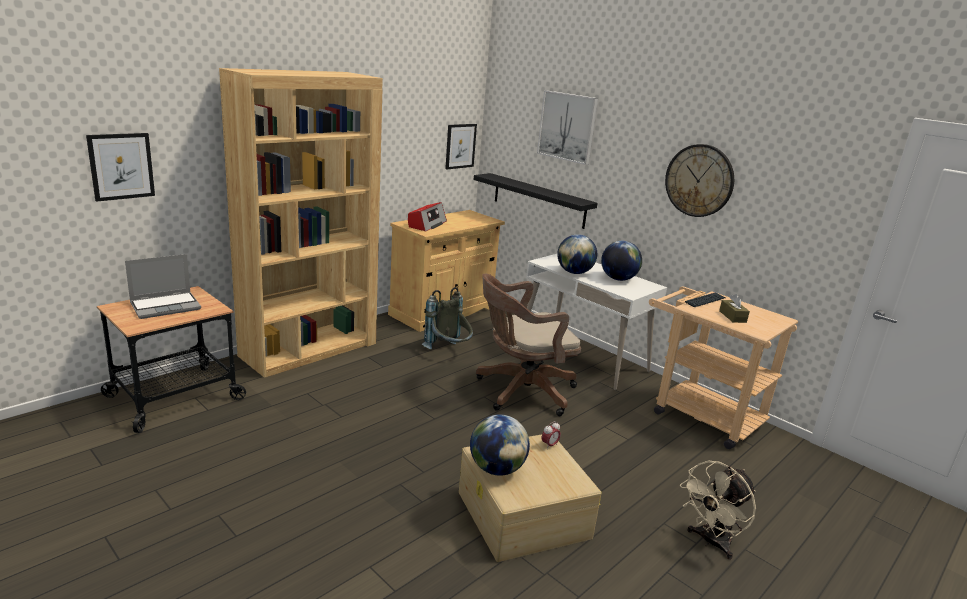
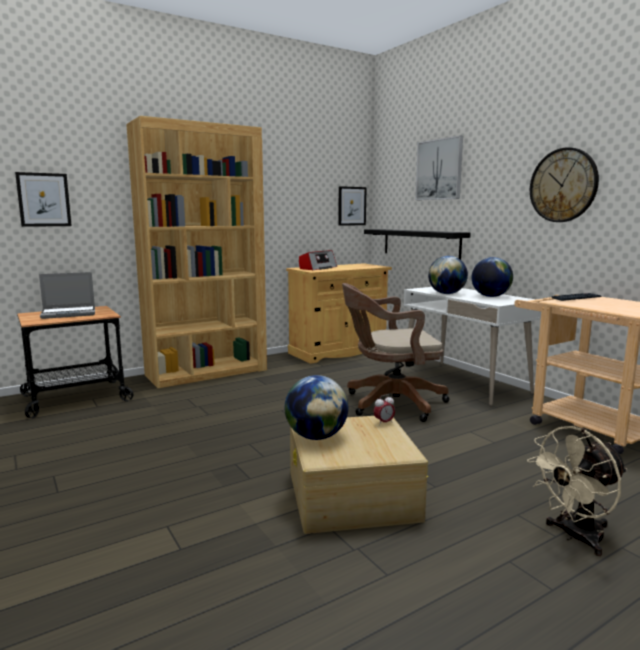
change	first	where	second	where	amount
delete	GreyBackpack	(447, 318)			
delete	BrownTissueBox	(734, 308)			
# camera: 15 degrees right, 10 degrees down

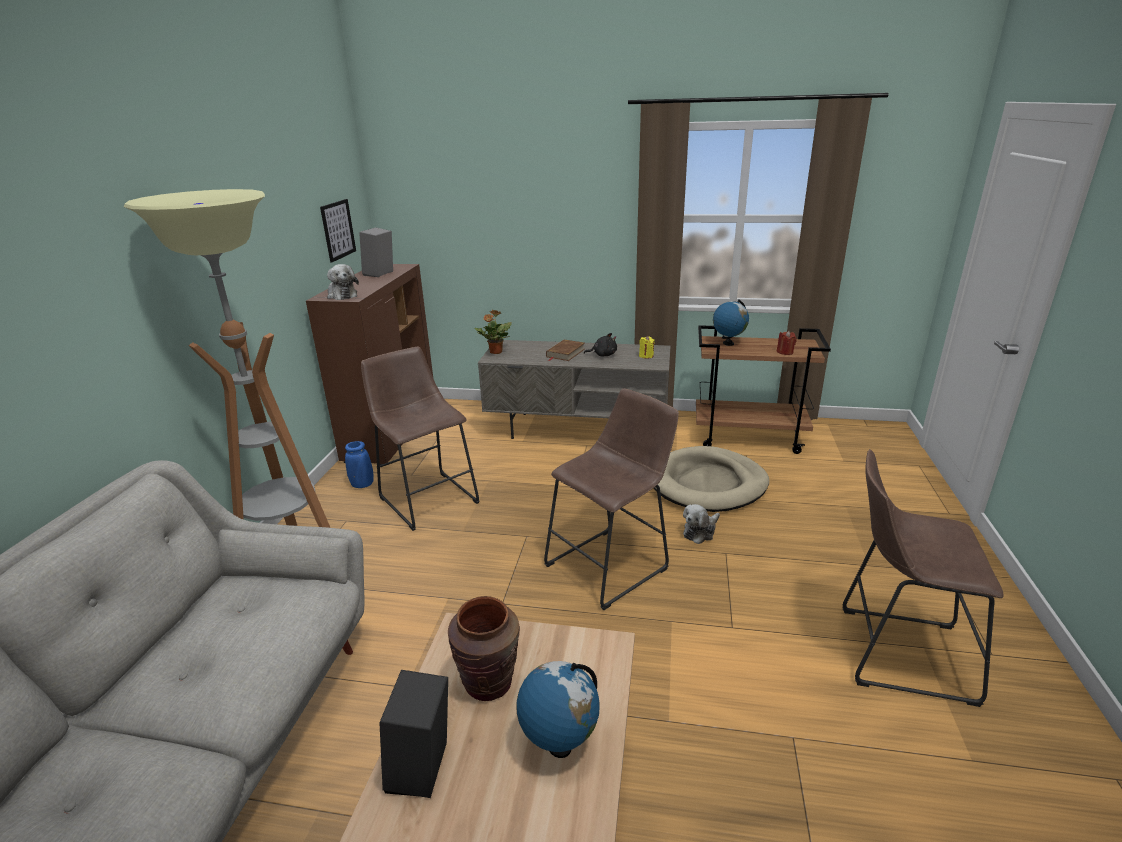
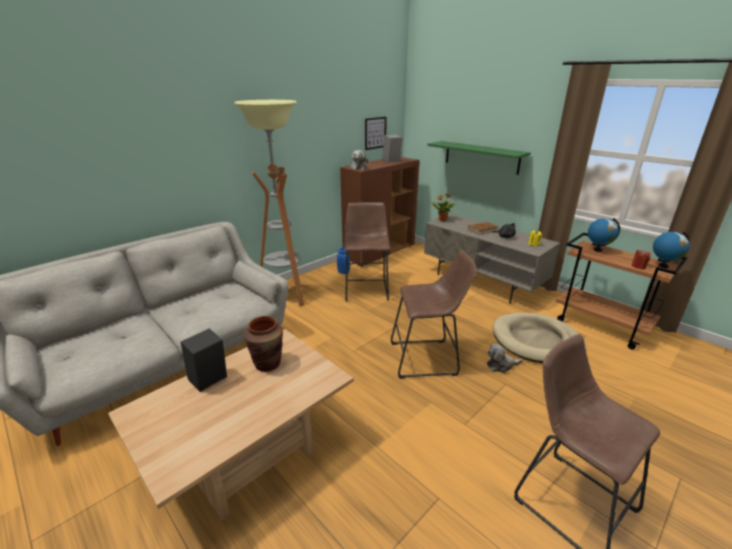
change	first	where	second	where	amount
insert			GreenShelf	(479, 158)	
move	Globe	(558, 709)		(671, 250)	
# camera: 35 degrees right, 0 degrees up

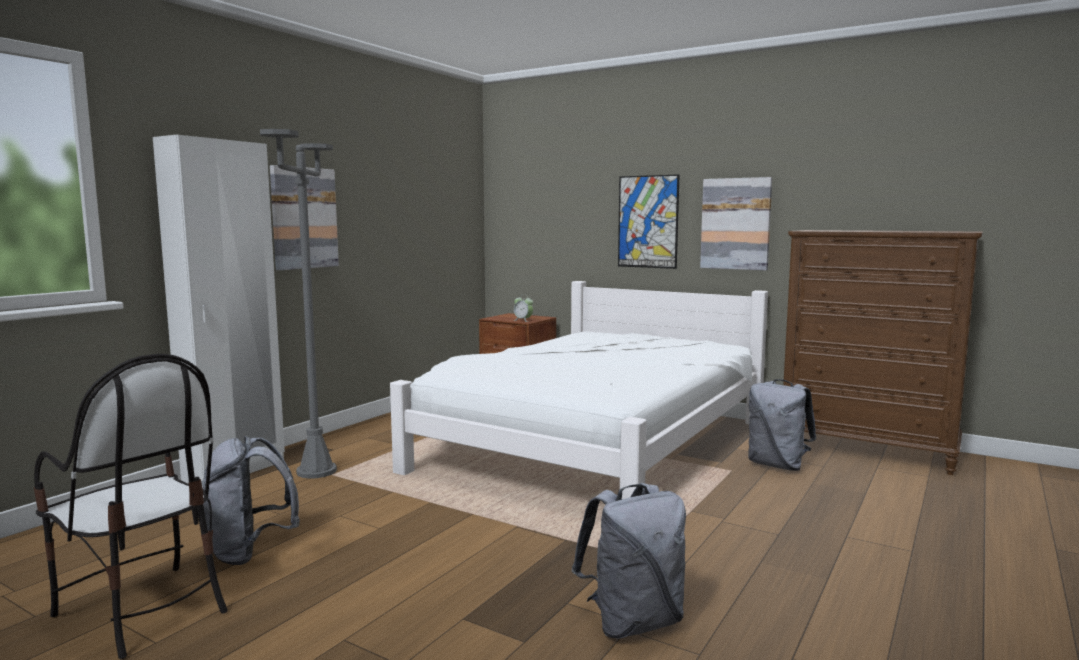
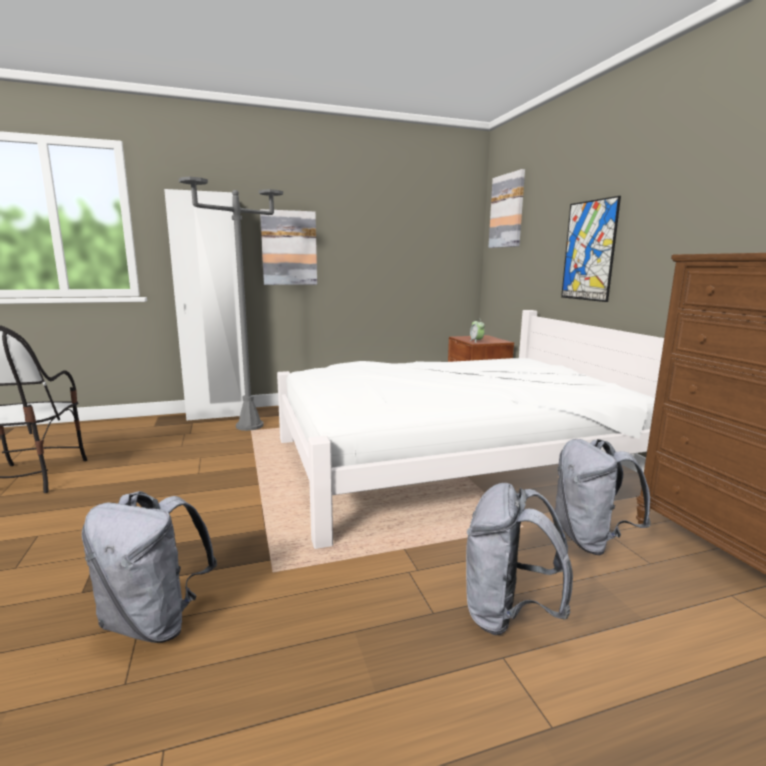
change	first	where	second	where	amount
move	GreyBackpack	(251, 500)		(519, 559)	
move	Picture	(736, 224)		(506, 208)	
# camera: 40 degrees right, 5 degrees up

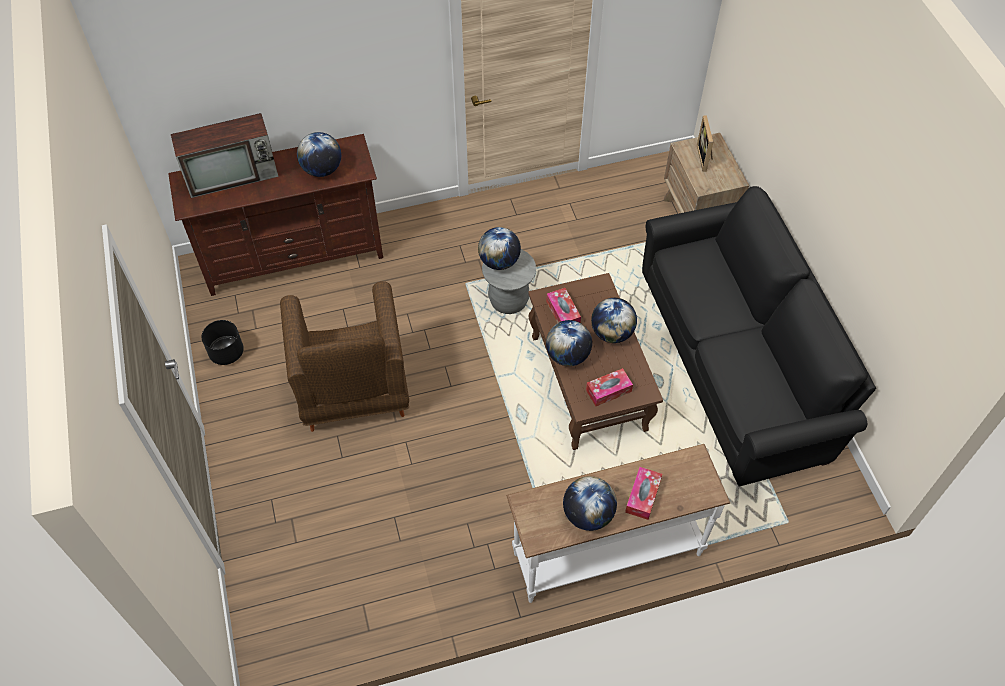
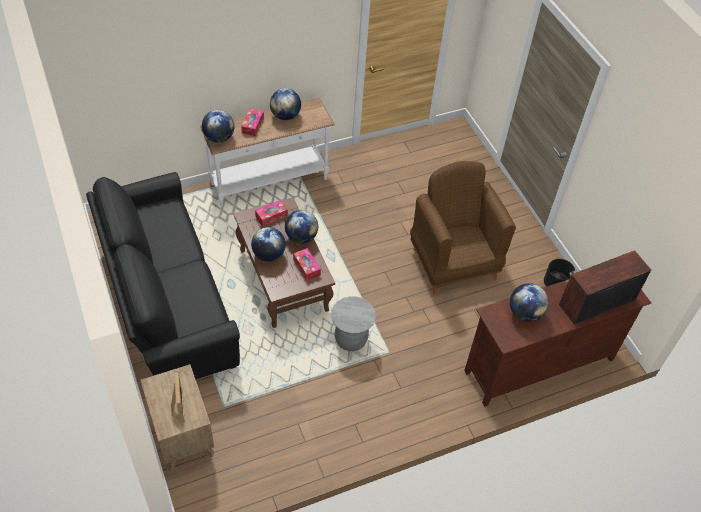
change	first	where	second	where	amount
move	Globe	(499, 248)		(218, 126)	
# camera: 170 degrees right, 5 degrees down

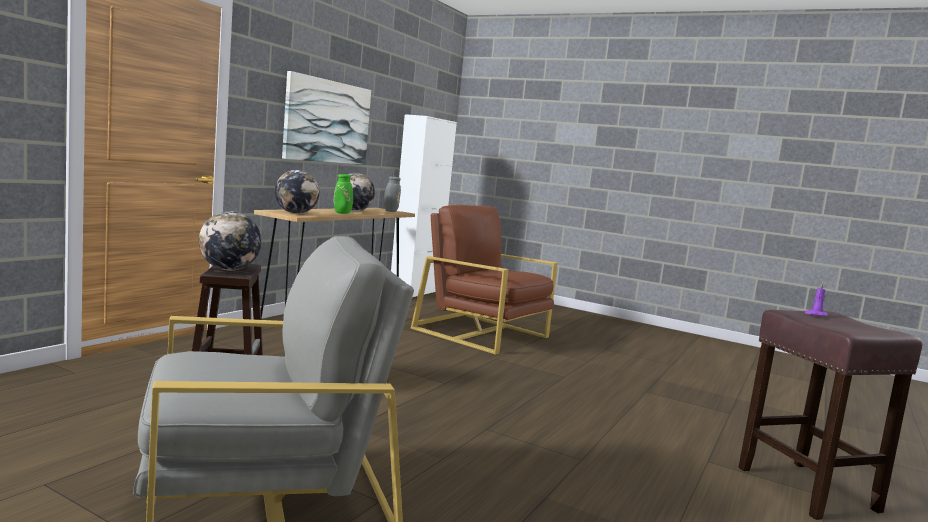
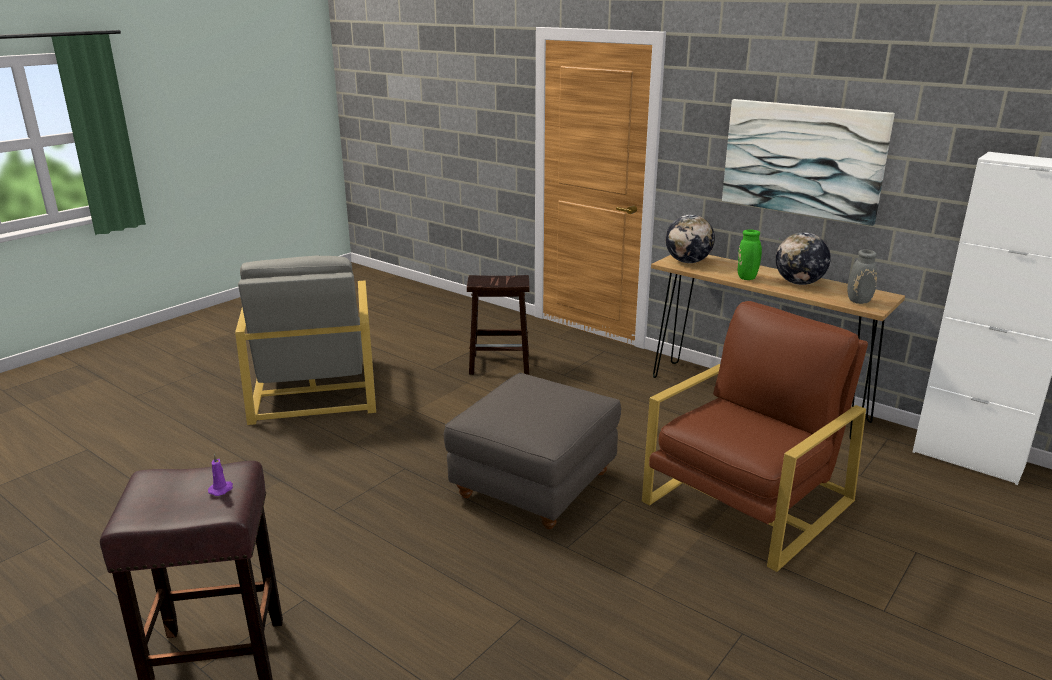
change	first	where	second	where	amount
delete	Globe	(230, 241)			
insert			GreyOttoman	(532, 451)	
# camera: 100 degrees right, 15 degrees up

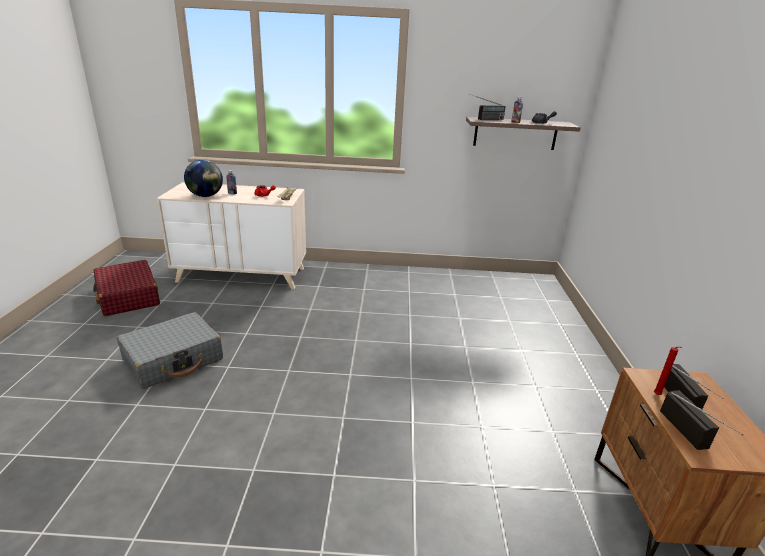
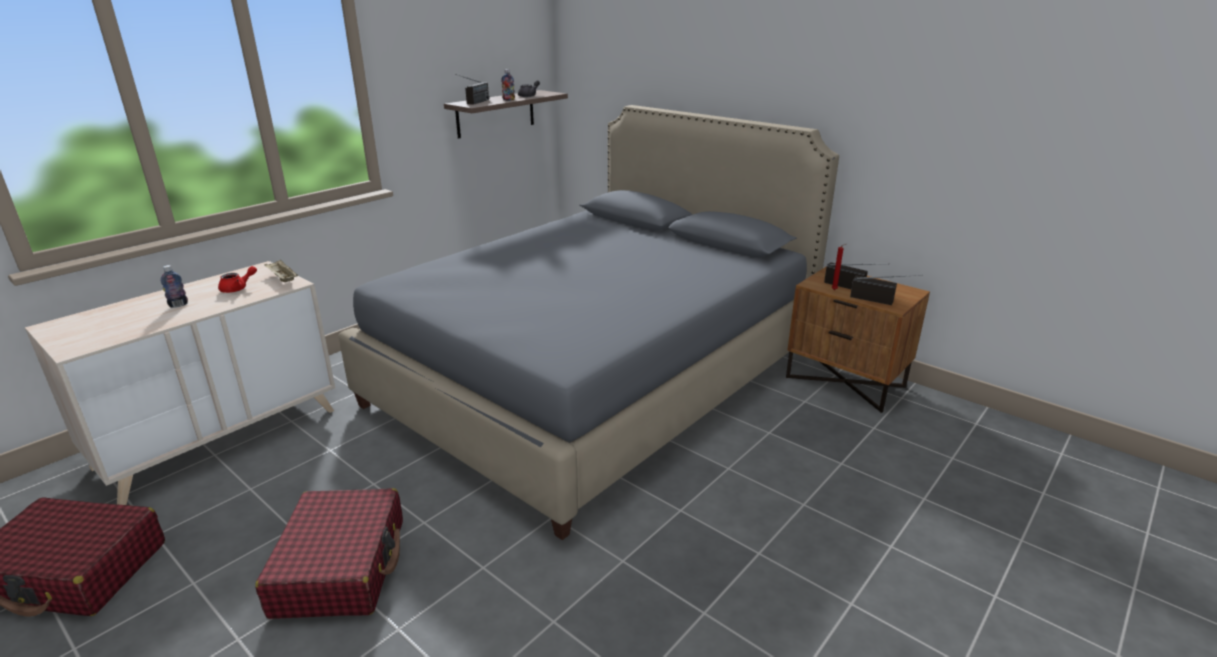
change	first	where	second	where	amount
delete	Globe	(203, 178)			
insert			GreyBed	(589, 322)	
recolor	GreySuitcase	(170, 350)	RedSuitcase	(329, 553)	
# camera: 50 degrees left, 0 degrees up

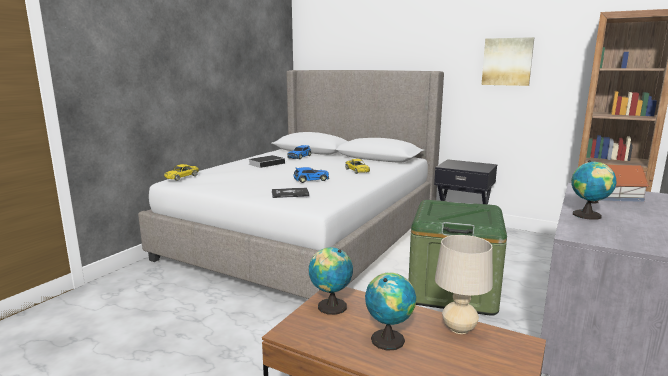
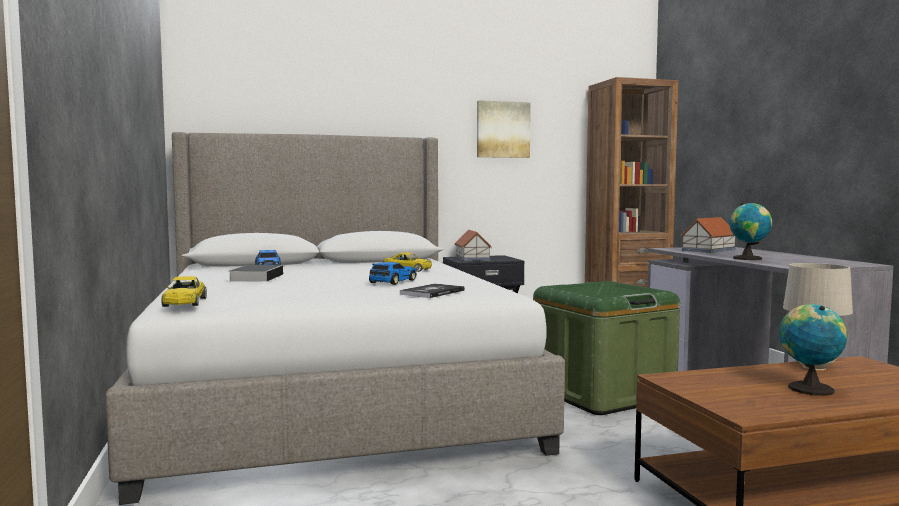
change	first	where	second	where	amount
delete	Globe	(331, 281)			
insert			ToyHouse	(473, 245)	
# camera: 45 degrees left, 10 degrees down

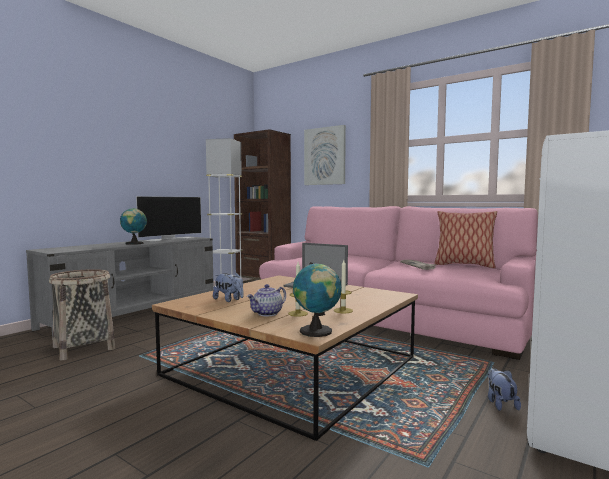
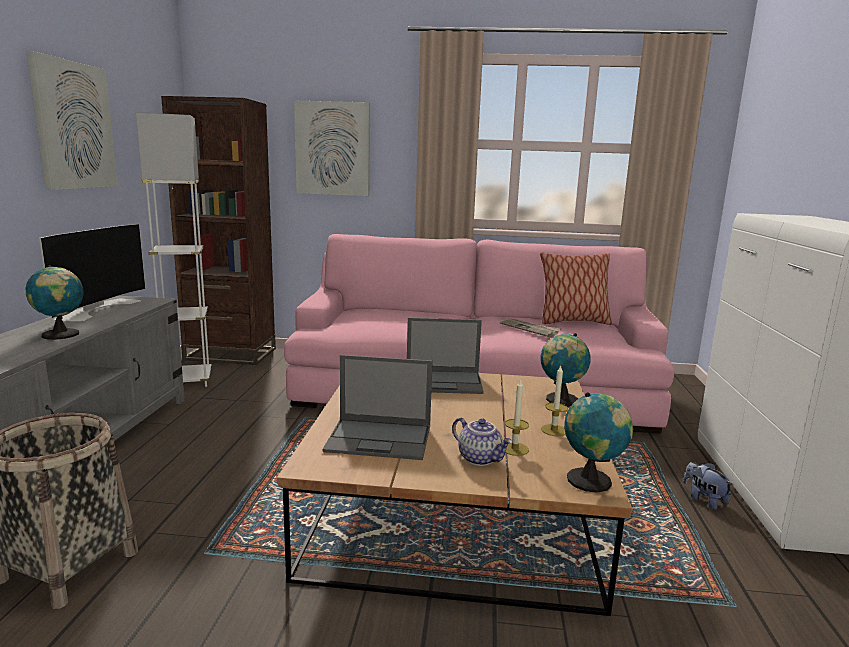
change	first	where	second	where	amount
insert			Picture	(72, 120)	
insert			Globe	(566, 370)	
replace	PlushToy	(228, 287)	Laptop	(378, 407)	
rotate	Teapot	(266, 300)		(482, 441)	60 degrees counterclockwise
# camera: 30 degrees left, 10 degrees up

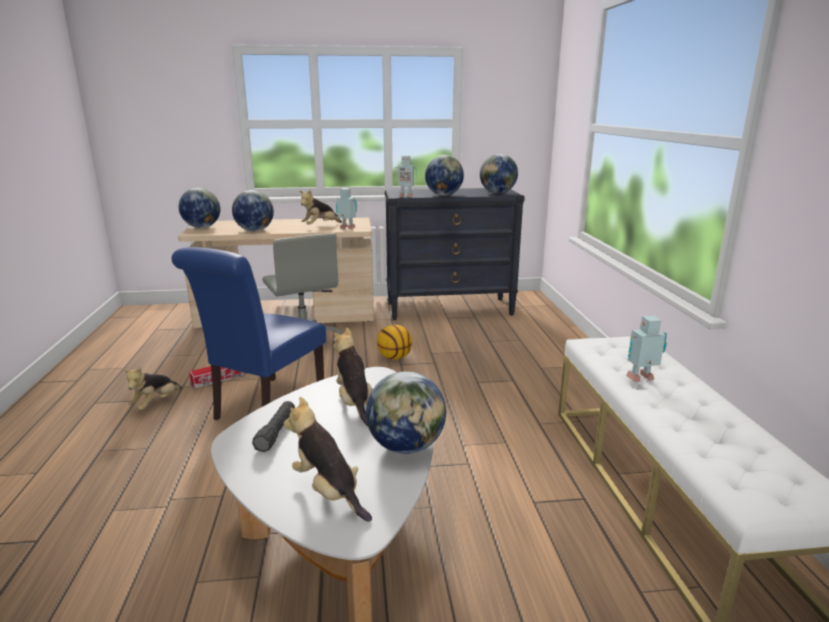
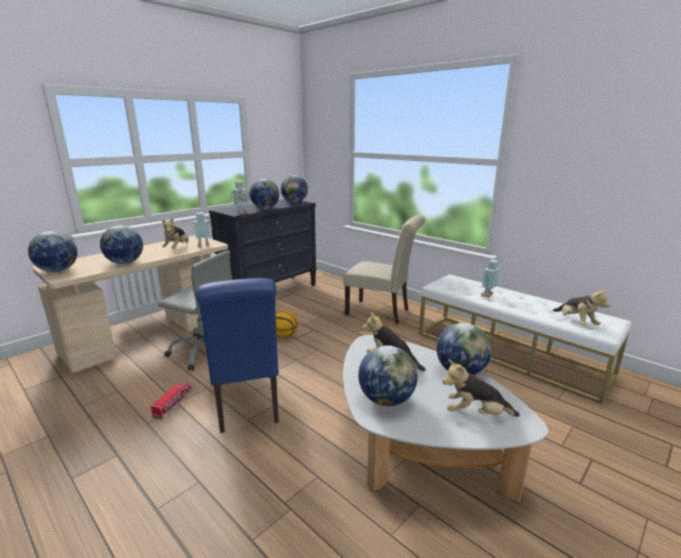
change	first	where	second	where	amount
insert			BeigeChair	(384, 269)	
move	PlushToy	(152, 388)		(581, 307)	
replace	BlackFlashlight	(273, 426)	Globe	(388, 375)	
# camera: 40 degrees left, 0 degrees up

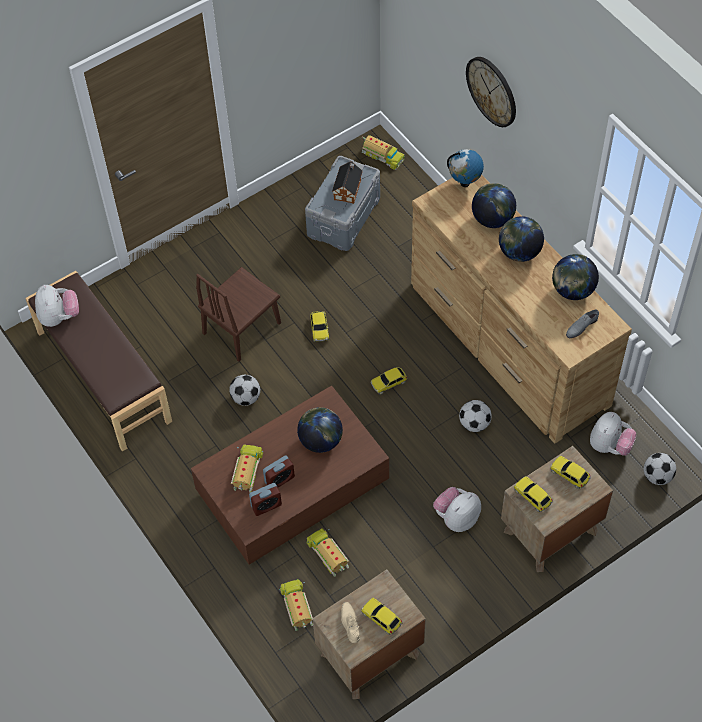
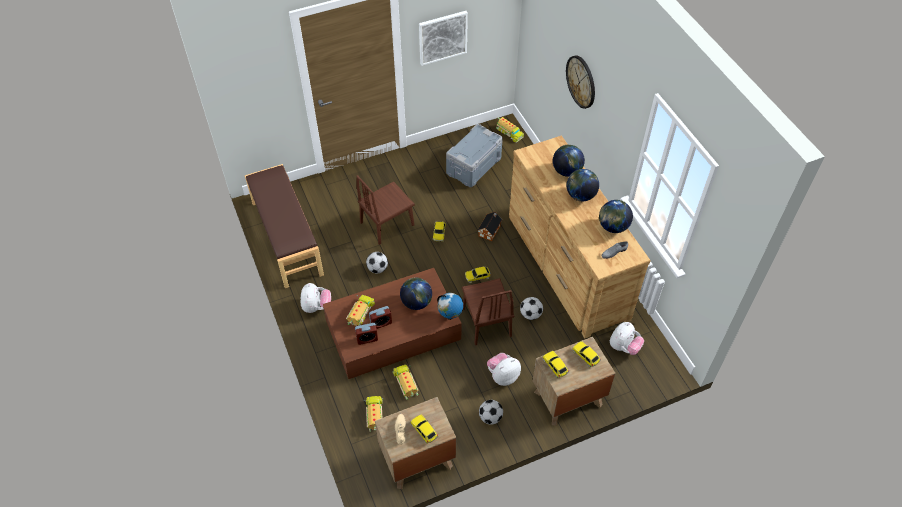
change	first	where	second	where	amount
insert			Picture	(443, 38)	
insert			BrownChair	(488, 311)	
move	PlushToy	(57, 306)		(316, 298)	
move	ToyHouse	(347, 182)		(489, 226)	
move	Globe	(465, 168)		(450, 306)	
move	Football	(660, 469)		(491, 412)	
# camera: 10 degrees right, 5 degrees down

